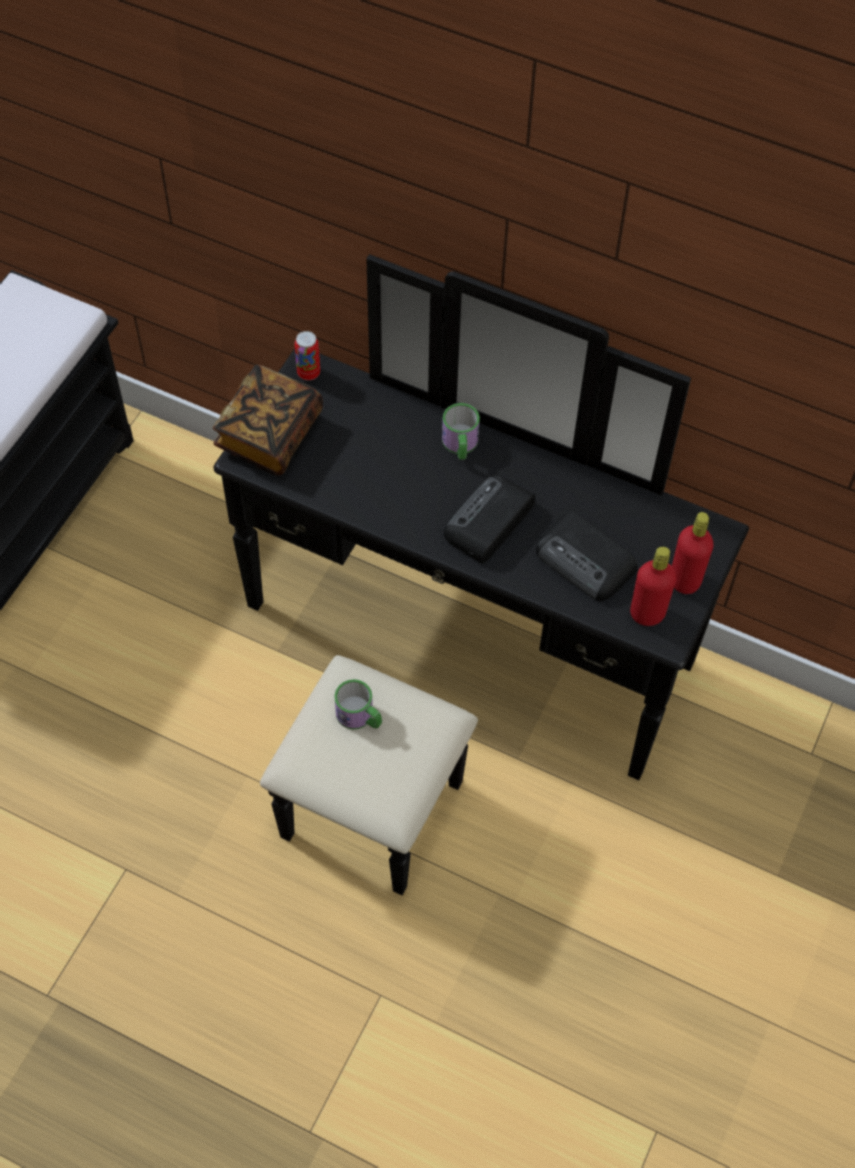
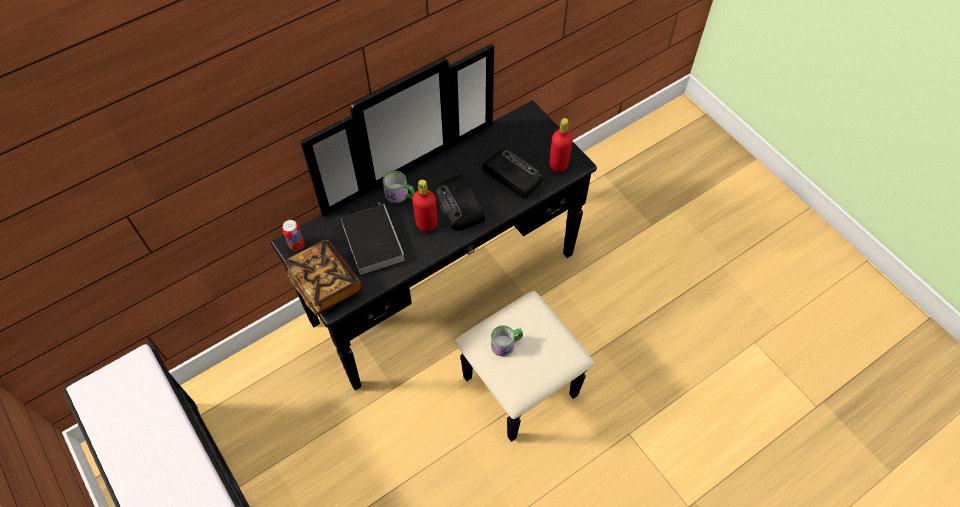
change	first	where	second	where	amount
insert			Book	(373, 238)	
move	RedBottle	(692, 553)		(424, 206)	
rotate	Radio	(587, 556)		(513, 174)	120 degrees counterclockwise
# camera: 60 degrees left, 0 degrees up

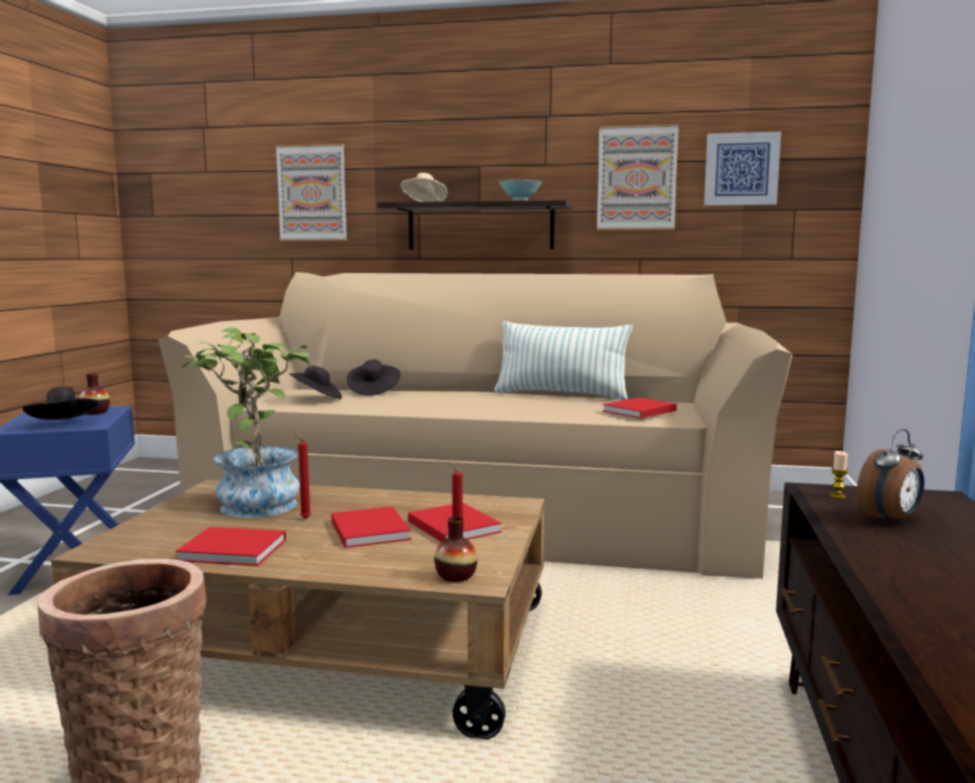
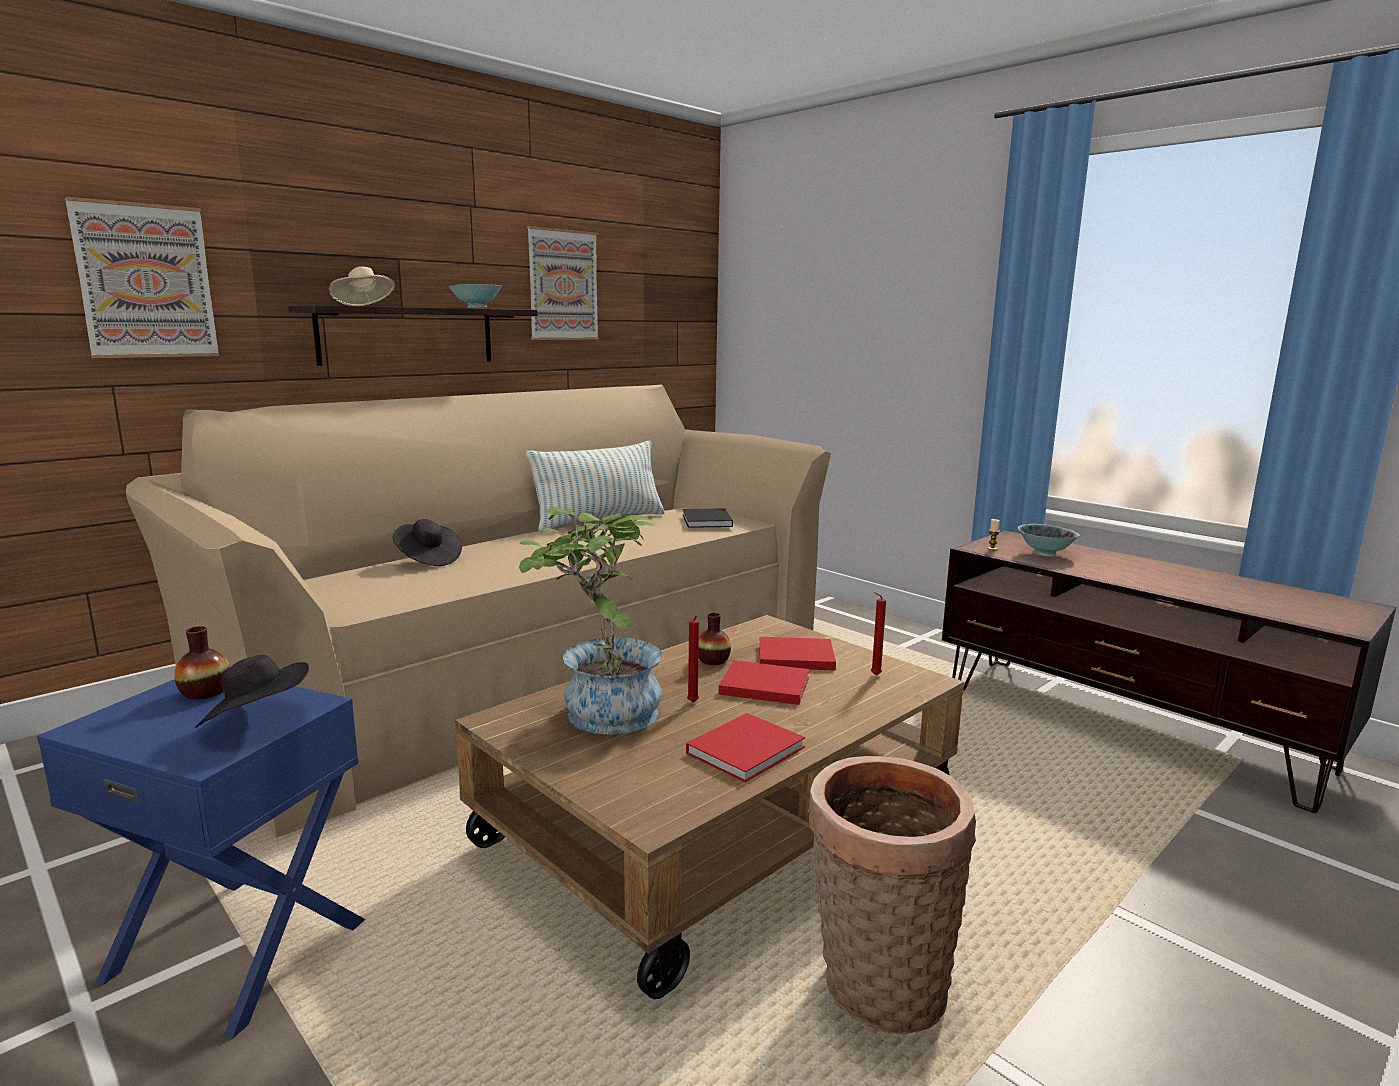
change	first	where	second	where	amount
delete	BlackHat	(315, 382)			
delete	Picture	(742, 169)			
move	Vase	(455, 549)		(715, 639)	
replace	AlarmClock	(890, 476)	Bowl	(1048, 540)	
recolor	RedBook	(640, 407)	BlackBook	(708, 518)	
# camera: 55 degrees left, 5 degrees up

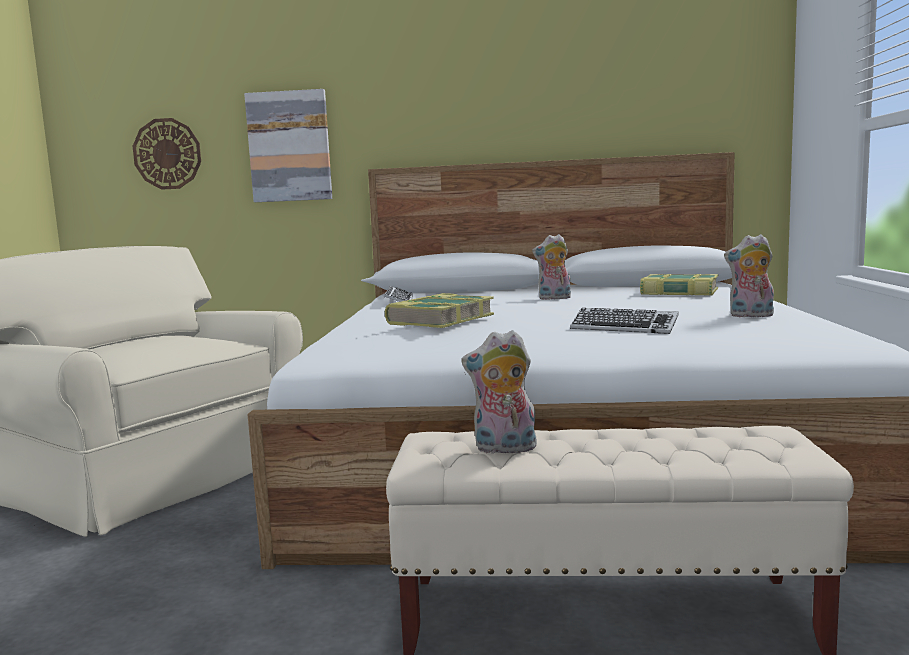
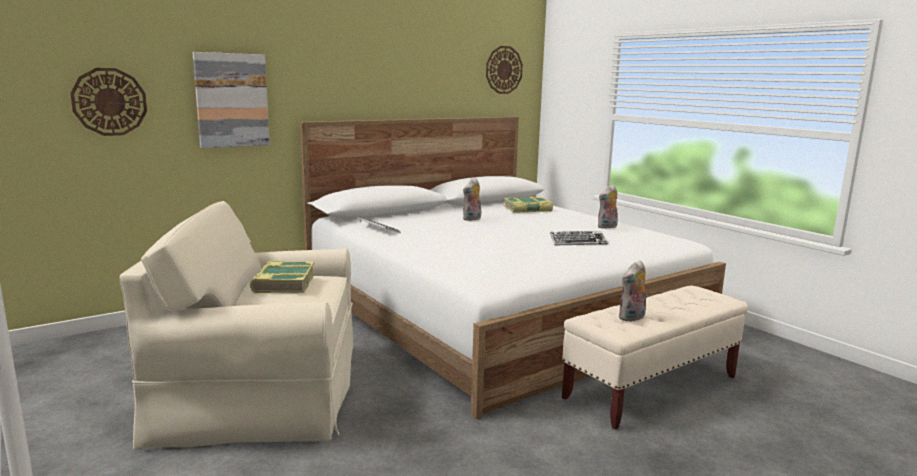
change	first	where	second	where	amount
insert			WallClock	(504, 70)	
move	Book	(439, 310)		(282, 276)	
# camera: 40 degrees left, 5 degrees up

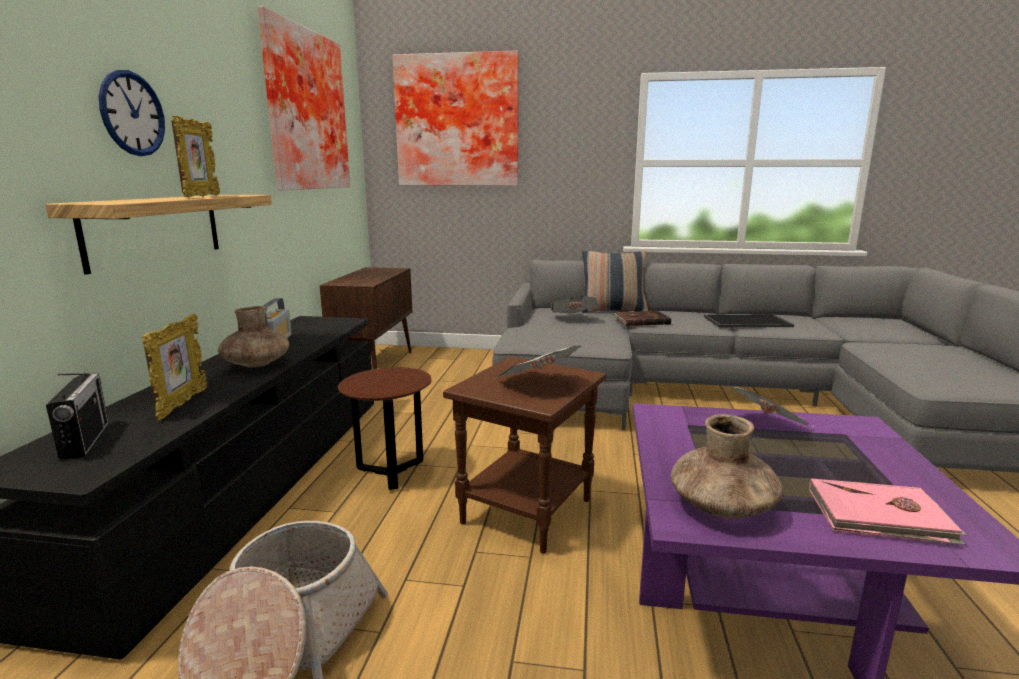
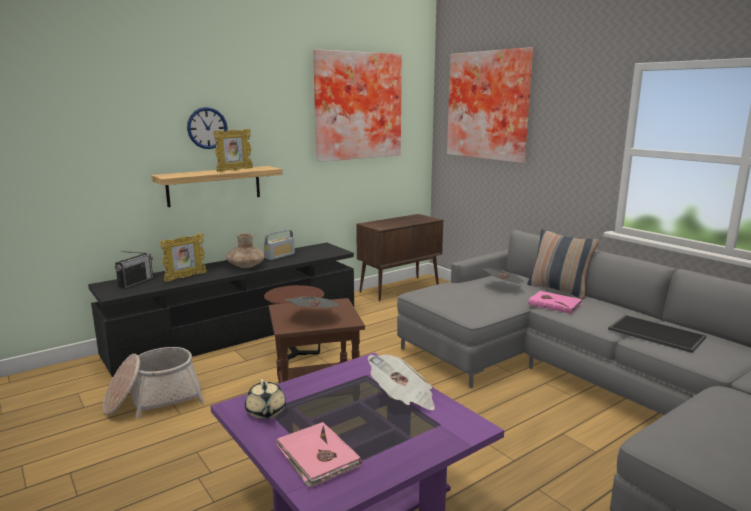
change	first	where	second	where	amount
replace	BrownVase	(727, 466)	BeigeTeapot	(265, 399)	
recolor	BrownBook	(642, 318)	PinkBook	(555, 302)	
# camera: 45 degrees right, 0 degrees up

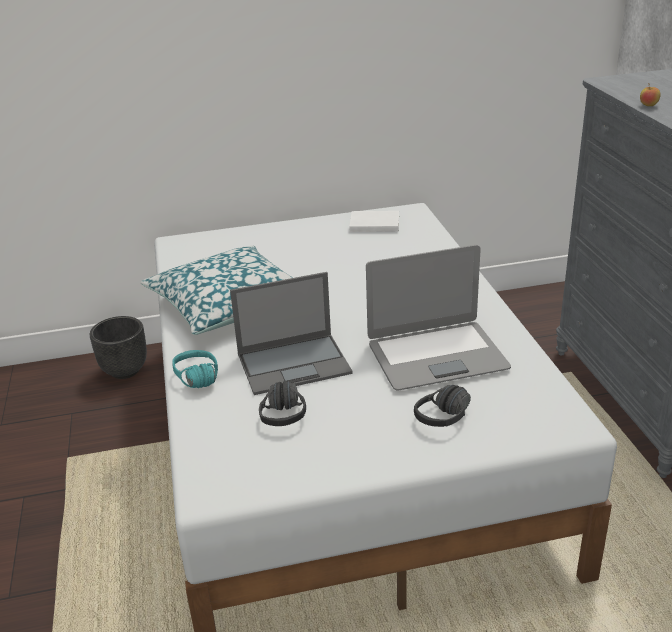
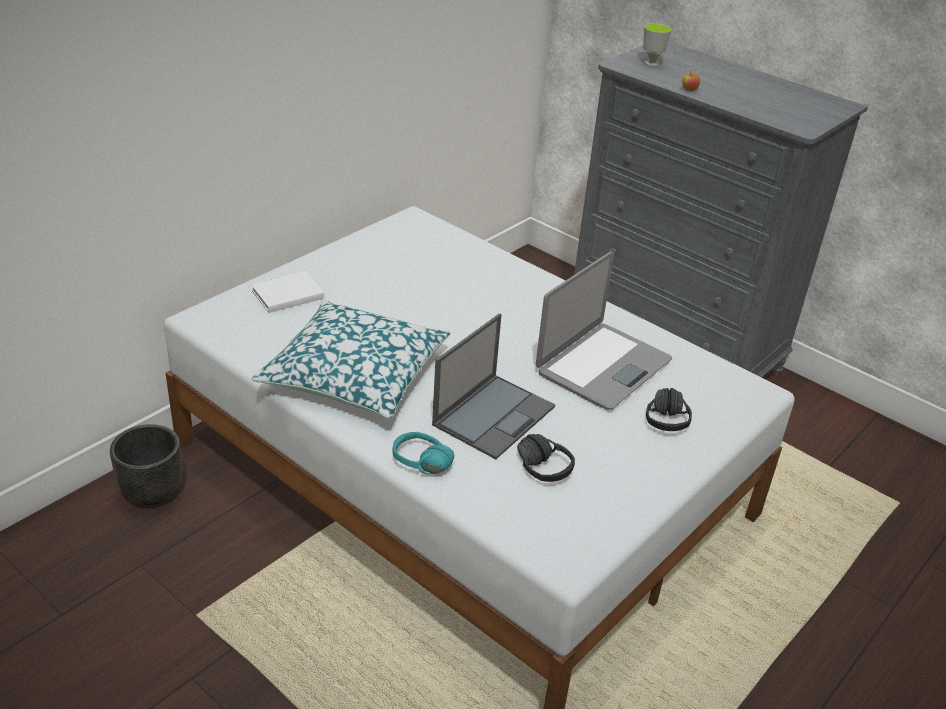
change	first	where	second	where	amount
insert			Cup	(657, 45)	
move	WhiteBook	(374, 221)		(287, 292)	
# camera: 40 degrees left, 5 degrees up

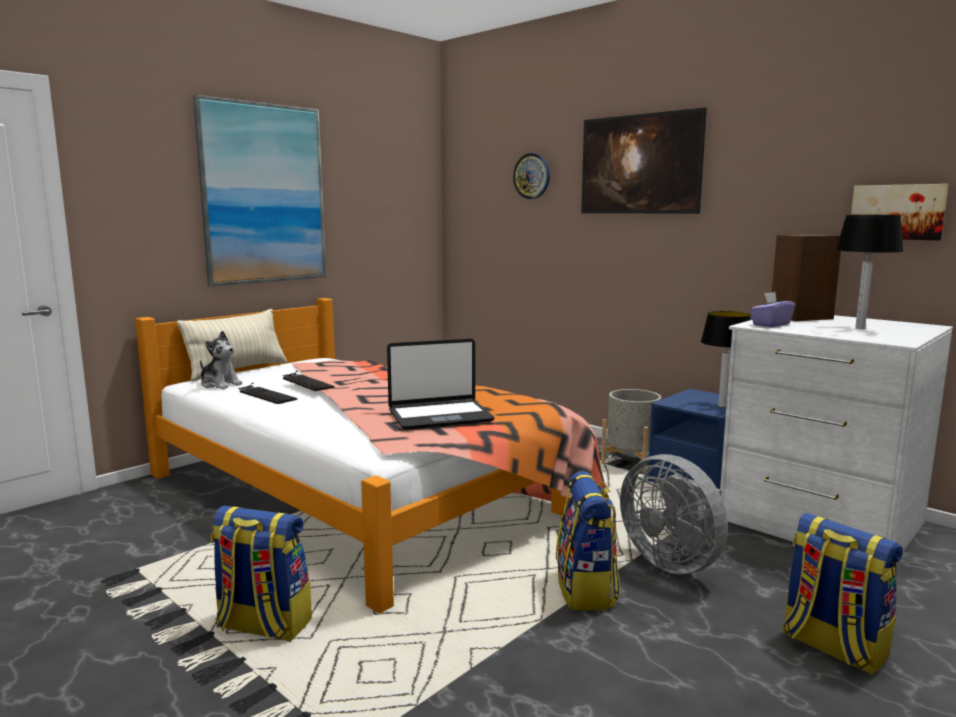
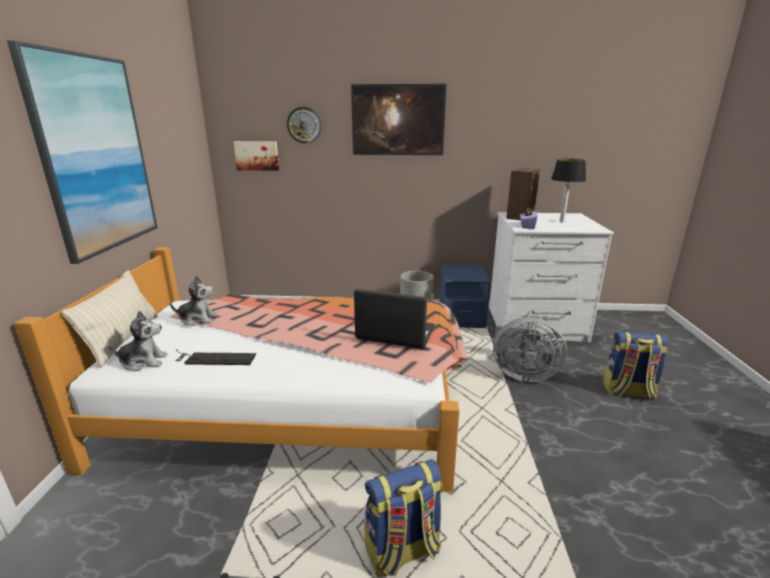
change	first	where	second	where	amount
delete	Keyboard	(308, 380)			
delete	Backpack	(588, 540)			
delete	TableLamp	(726, 359)			
insert			PlushToy	(193, 300)	
move	Picture	(900, 212)		(256, 155)	
rotate	Laptop	(441, 384)		(394, 319)	105 degrees counterclockwise
# camera: 40 degrees left, 10 degrees up

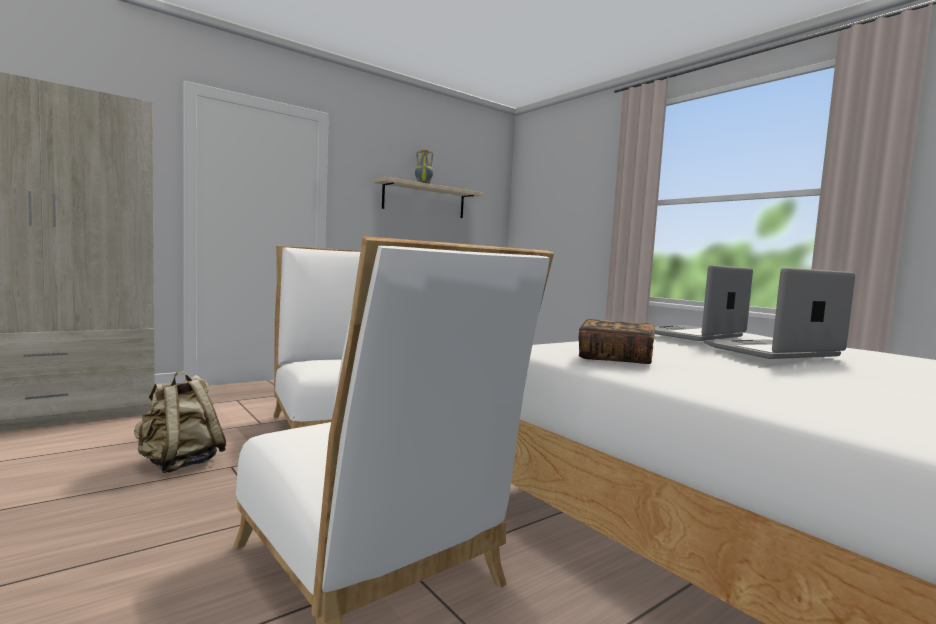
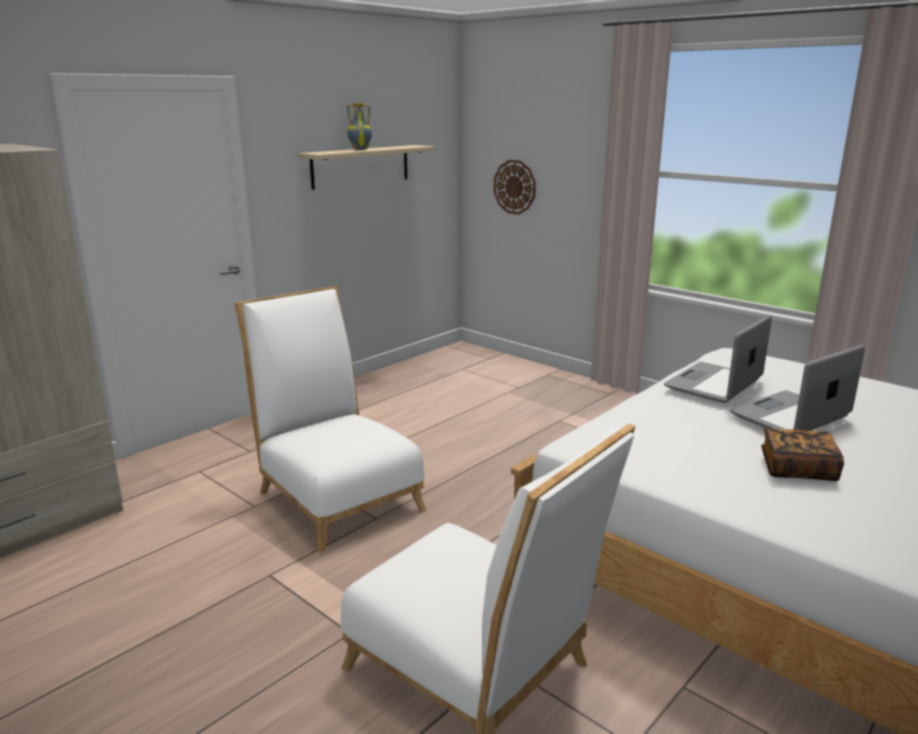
change	first	where	second	where	amount
delete	BeigeBackpack	(180, 422)			
insert			WallClock	(515, 187)	
move	Book	(616, 341)		(802, 454)	
# camera: 10 degrees left, 15 degrees up

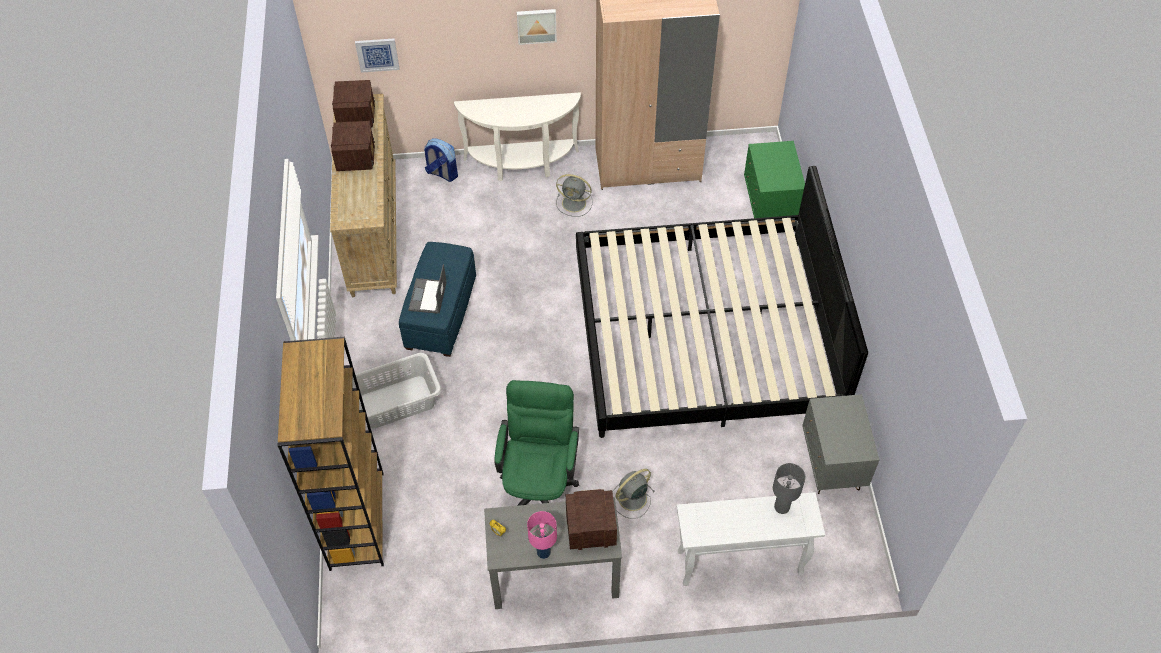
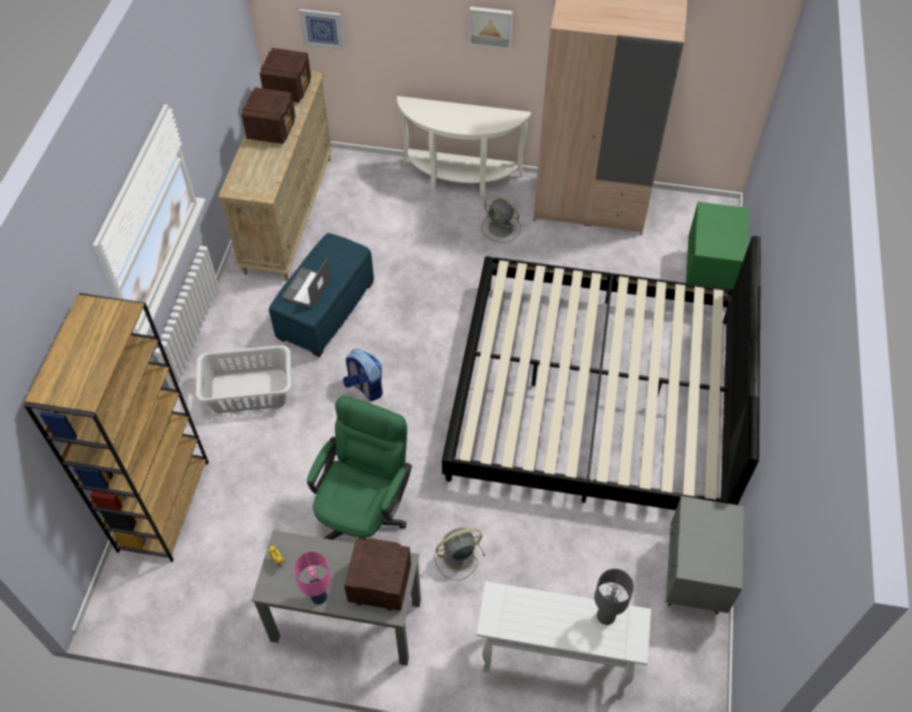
change	first	where	second	where	amount
move	Backpack	(441, 160)		(363, 374)	
# camera: 15 degrees right, 0 degrees up

